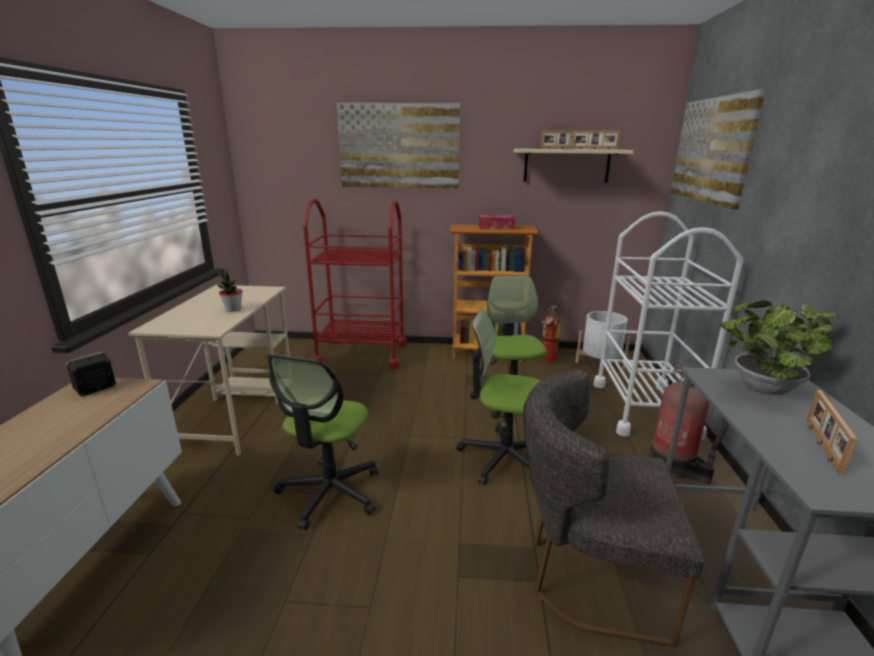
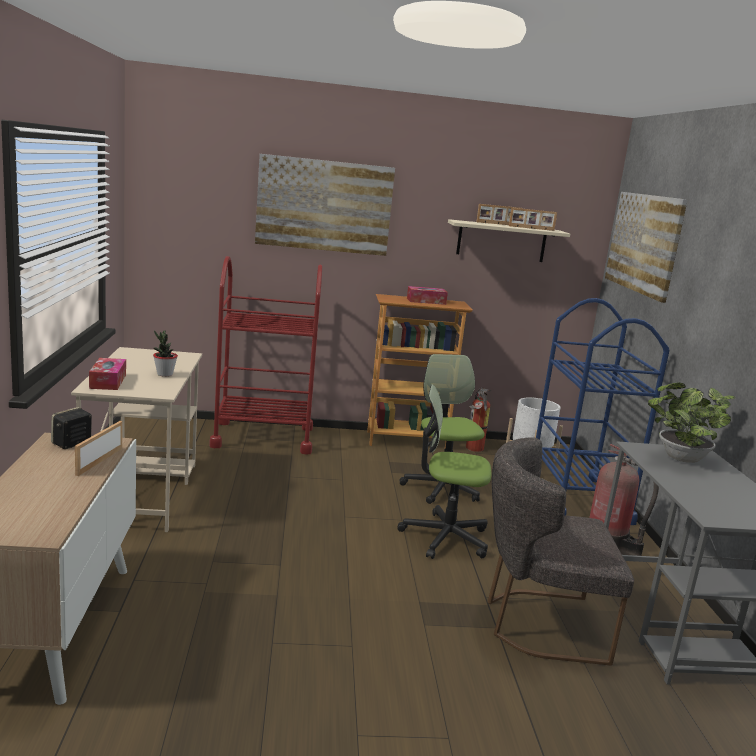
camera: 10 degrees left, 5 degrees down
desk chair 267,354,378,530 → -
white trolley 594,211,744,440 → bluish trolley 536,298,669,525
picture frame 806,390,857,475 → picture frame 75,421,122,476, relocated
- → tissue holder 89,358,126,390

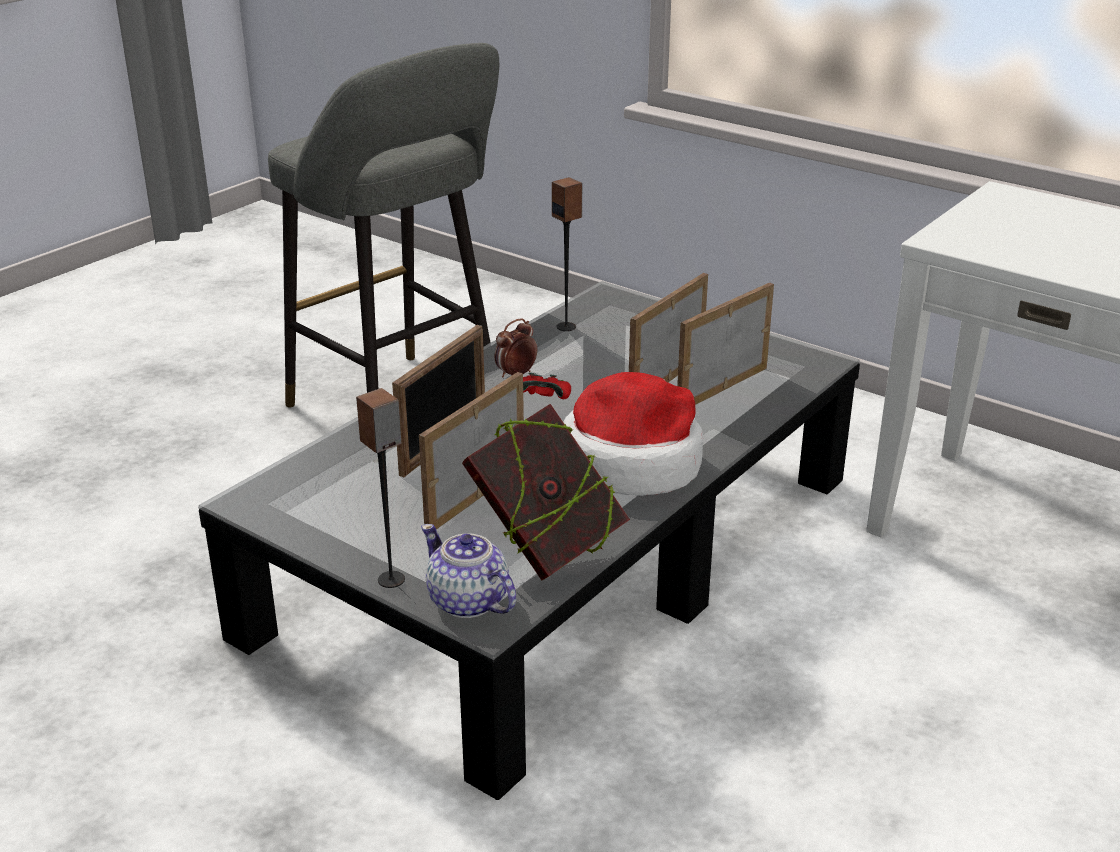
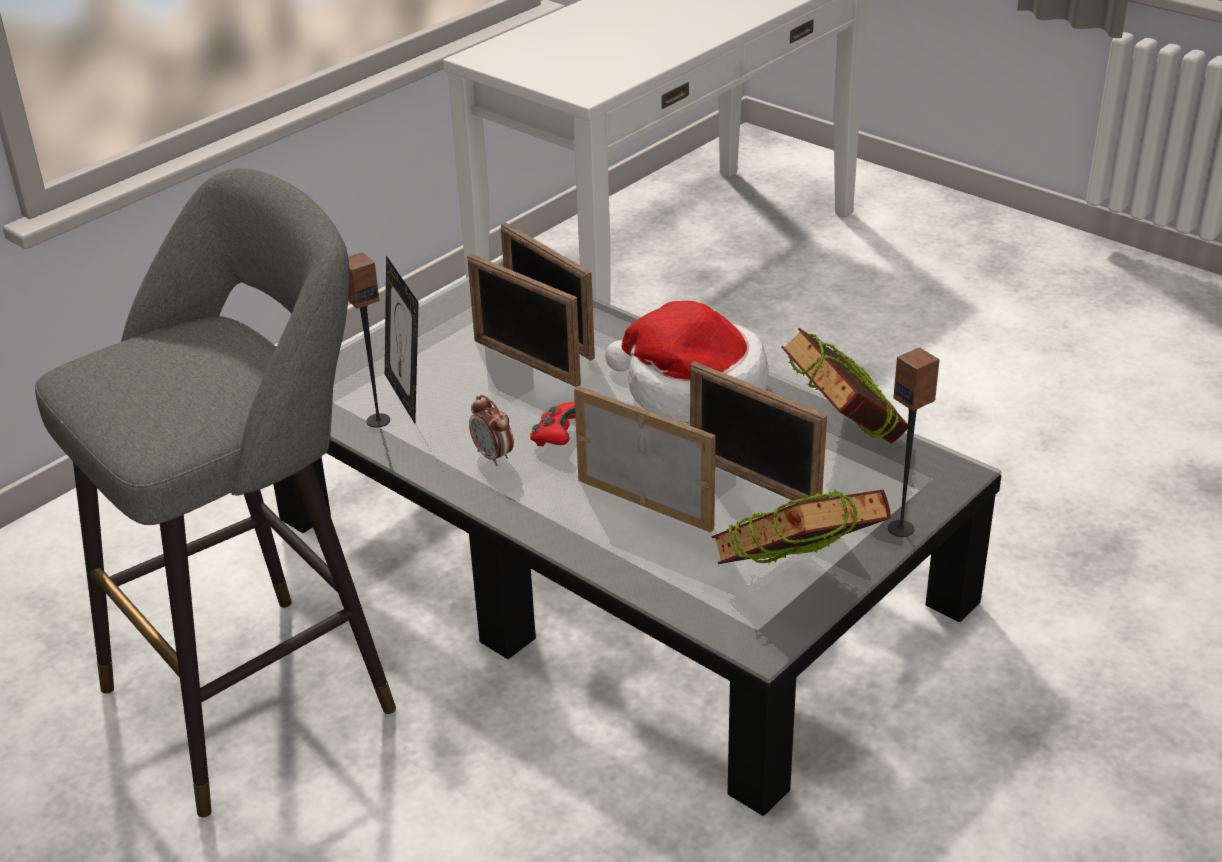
camera: 85 degrees left, 5 degrees up
teapot 421,524,516,618 → -
- → picture frame 385,255,419,424
- → bound book 711,490,891,564

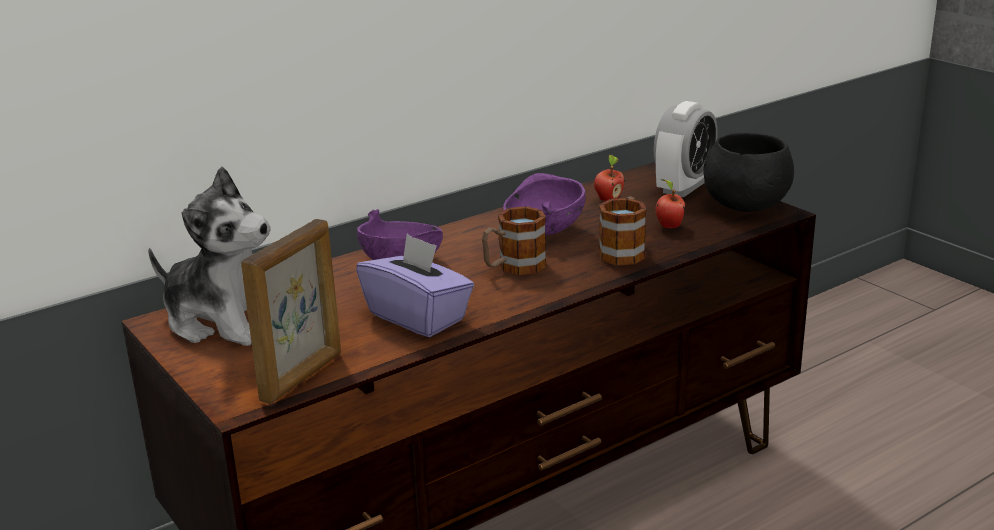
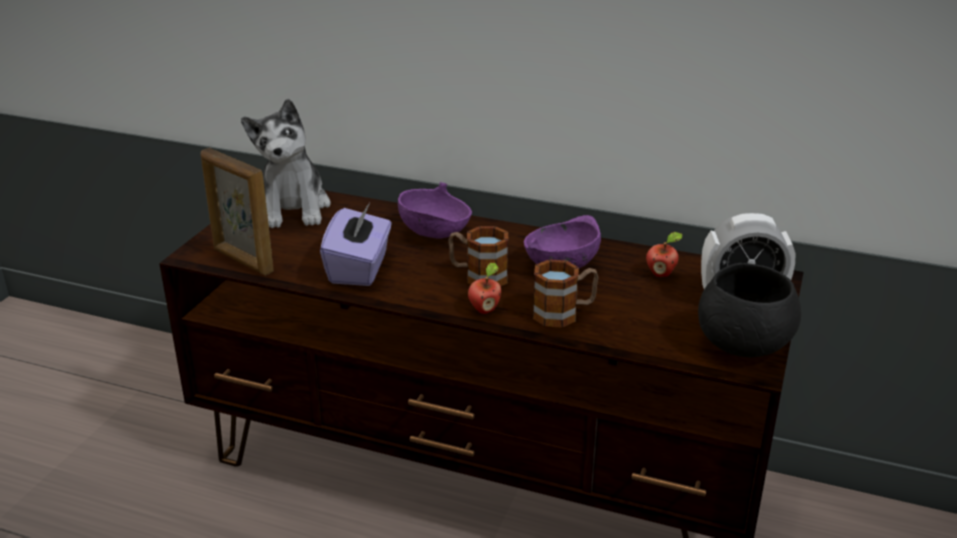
camera: 55 degrees right, 5 degrees up
picture frame 241,219,341,404 → picture frame 201,148,274,276, 45 degrees clockwise
apple fruit 656,179,685,229 → apple fruit 468,263,501,314, relocated

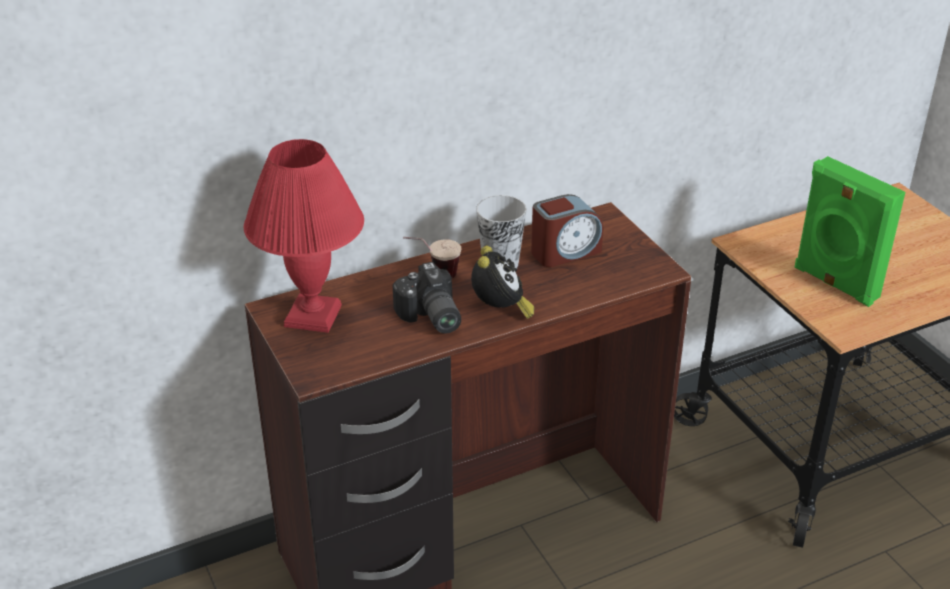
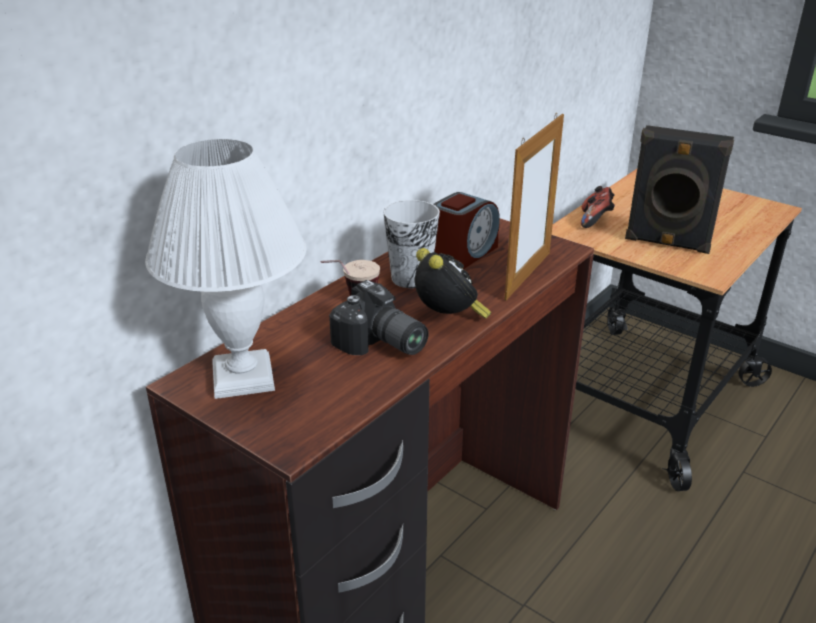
camera: 25 degrees left, 5 degrees down
reddish lamp for a table 244,139,364,333 → white lamp for a table 145,139,306,399
greenish loudspeaker 795,156,905,307 → black loudspeaker 625,125,734,254
- → picture frame 504,114,564,301
- → joypad 581,186,615,228

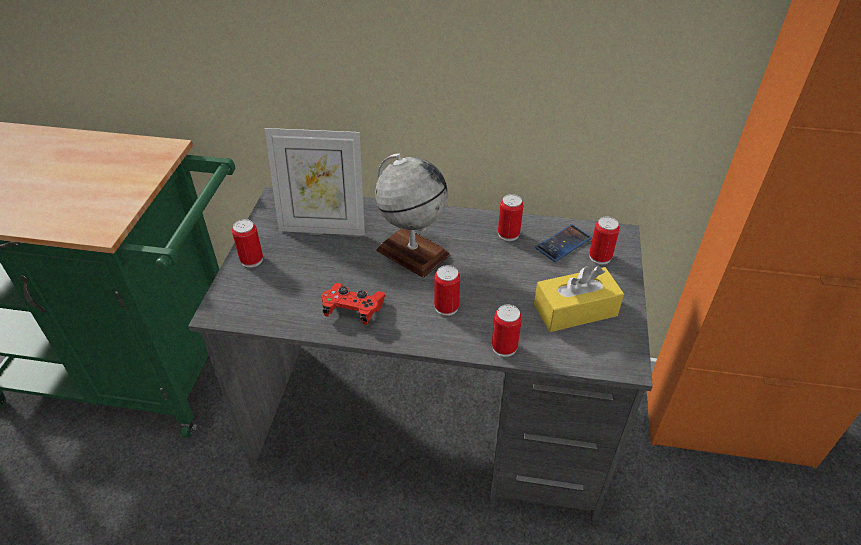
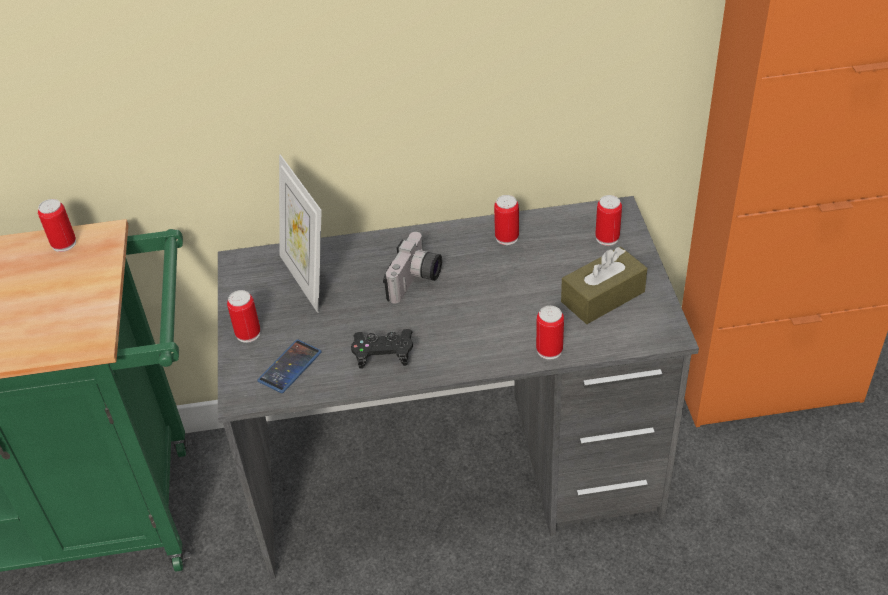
camera: 15 degrees left, 0 degrees up
picture frame 265,128,365,236 → picture frame 279,154,322,313, 75 degrees clockwise
reddish joypad 322,283,386,325 → black joypad 351,329,413,368
world globe 375,153,450,278 → photo camera 383,232,442,304
sealed can 434,265,460,316 → sealed can 38,199,76,252, relocated
yellow-coloured tissue holder 534,266,624,332 → brown-coloured tissue holder 561,247,647,324
phone 535,225,592,262 → phone 257,340,322,393, relocated

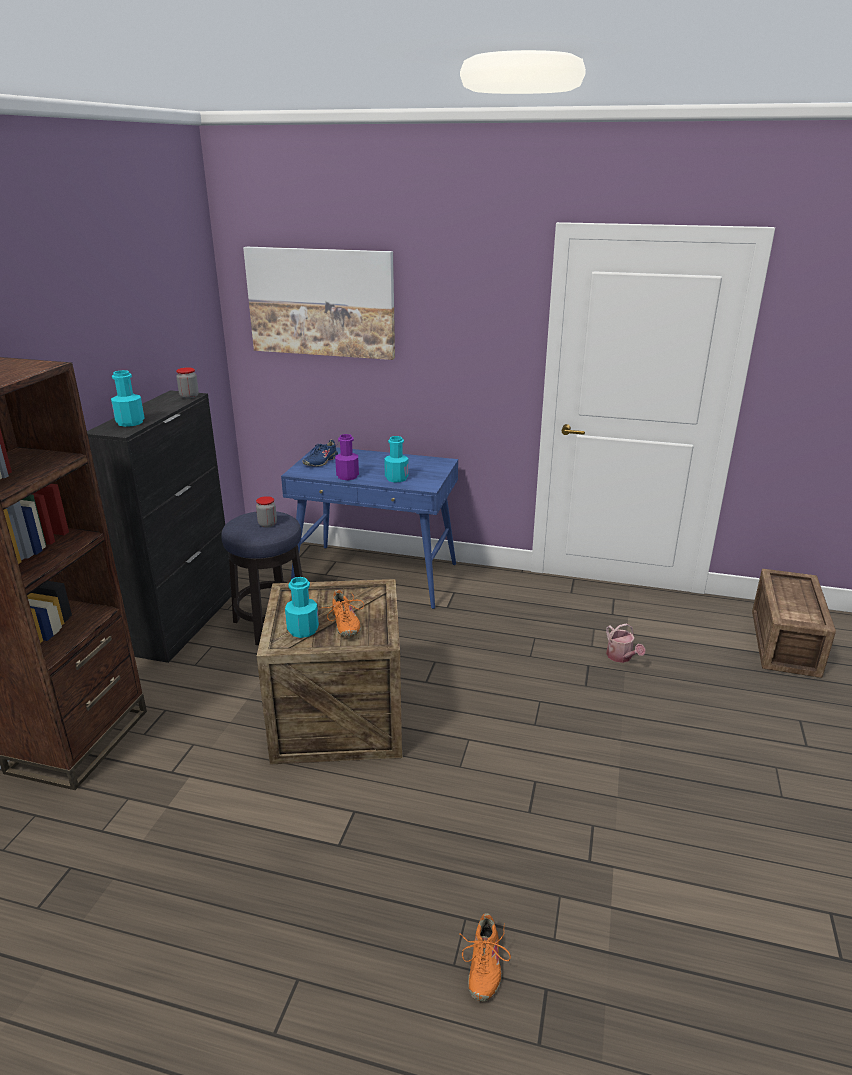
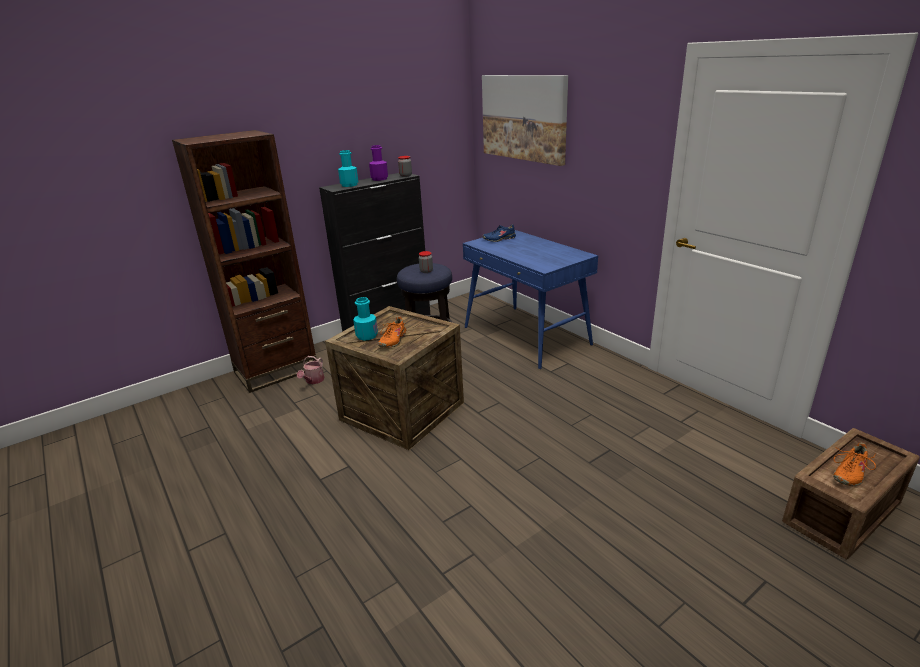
camera: 40 degrees right, 0 degrees up
purplish bottle 335,434,359,480 → purplish bottle 369,145,388,181, relocated
turquoise-coloured bottle 384,436,409,482 → -
orangey low shoe 460,913,511,1001 → orangey low shoe 833,443,876,486, relocated
watering pot 606,623,645,663 → watering pot 297,356,324,384, relocated

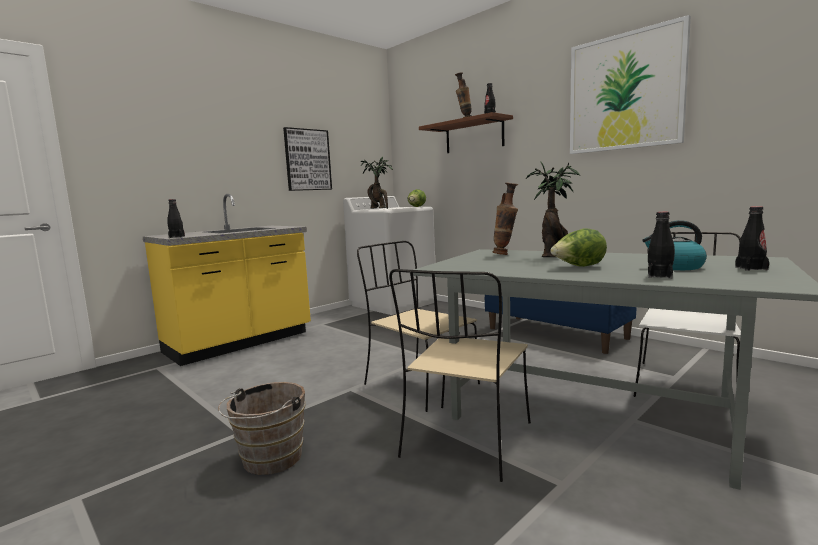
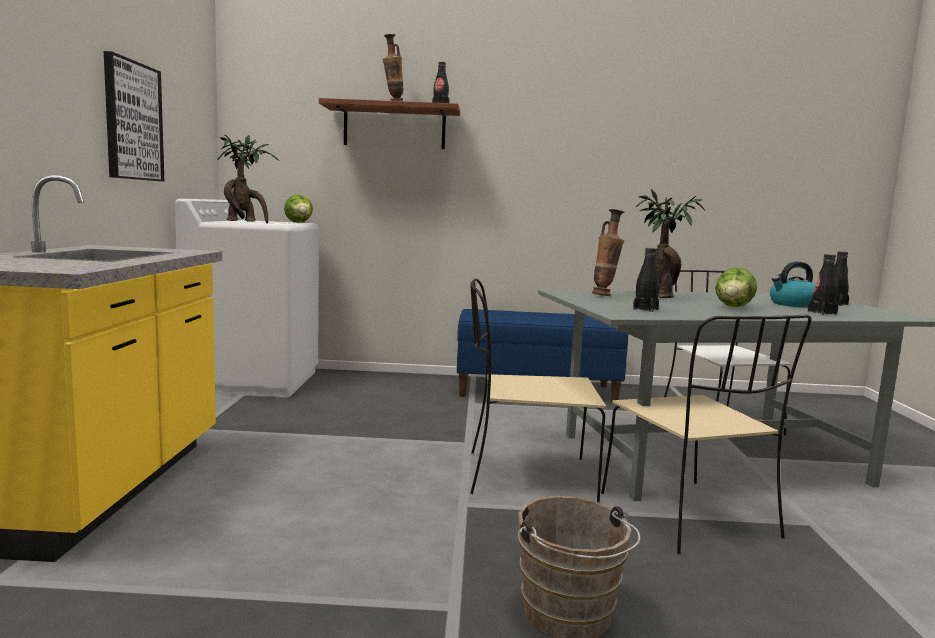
camera: 45 degrees left, 0 degrees up
black bottle 167,199,185,238 → black bottle 633,248,659,312, relocated
wall picture 570,15,691,154 → -

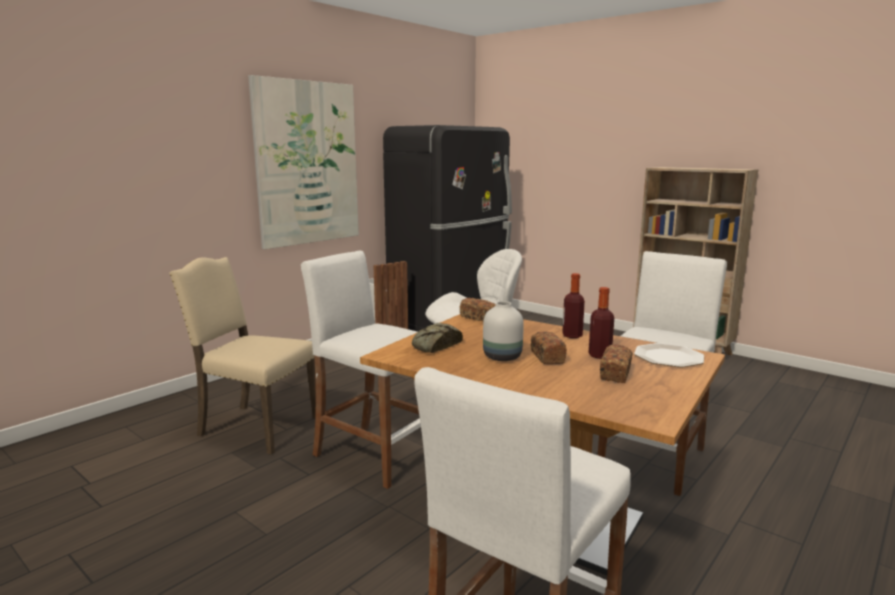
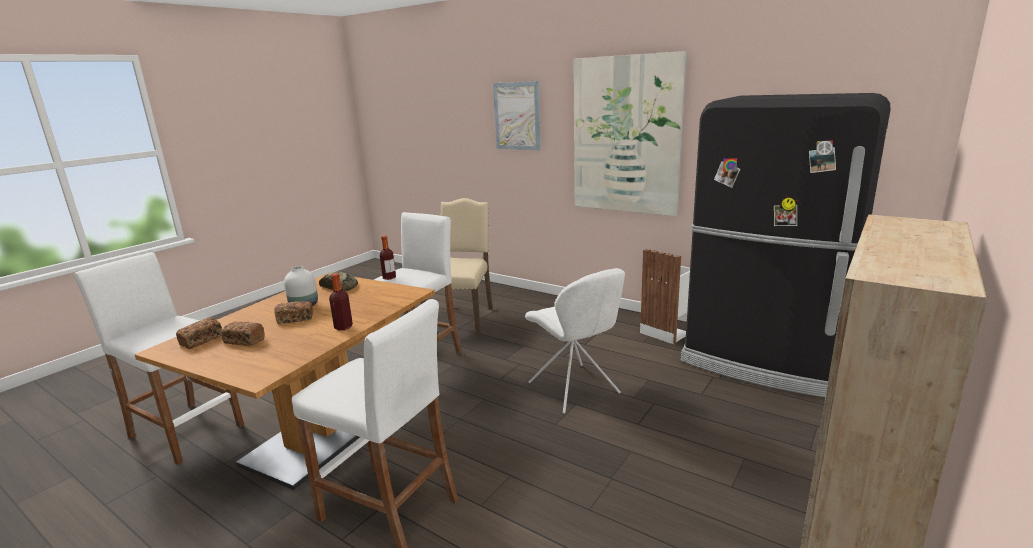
camera: 85 degrees right, 5 degrees up
bakery bread 460,298,496,321 → bakery bread 176,317,222,349, relocated
bottle 589,287,614,359 → bottle 380,236,396,280, relocated
dinner plate 634,343,704,367 → -
- → wall picture 493,81,541,150

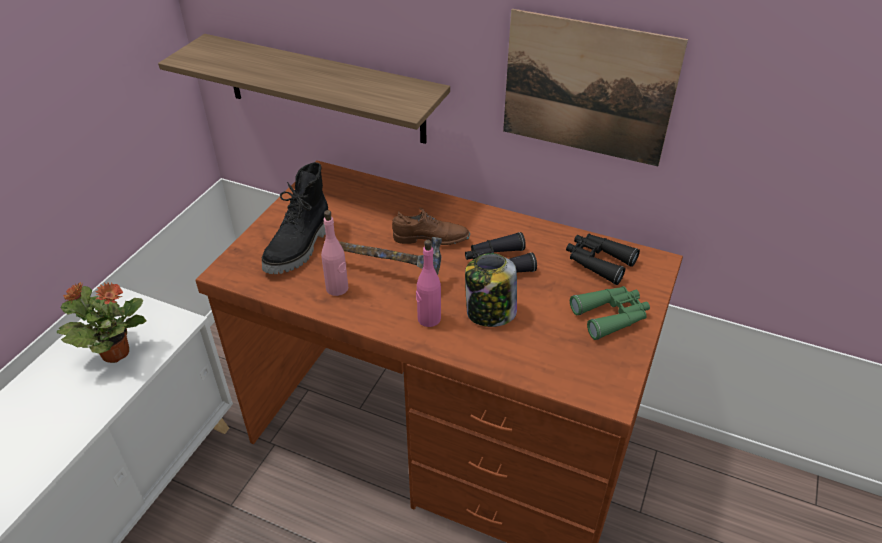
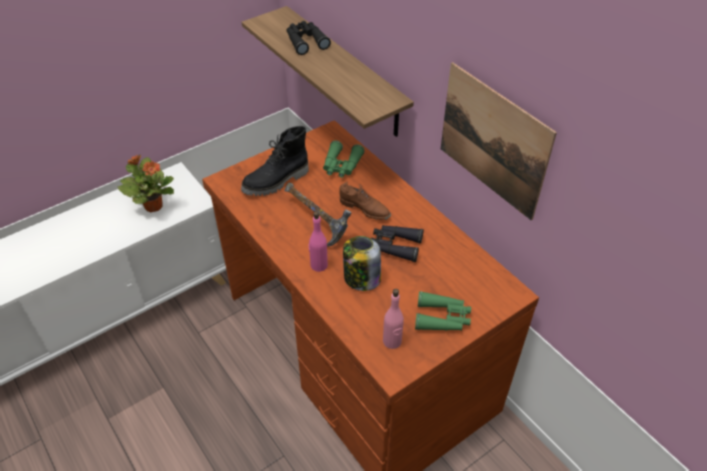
camera: 30 degrees right, 5 degrees up
pink bottle 321,210,348,296 → pink bottle 383,289,404,349, relocated
black binoculars 566,234,640,285 → black binoculars 286,21,331,55, relocated
- → greenish binoculars 323,140,365,178

